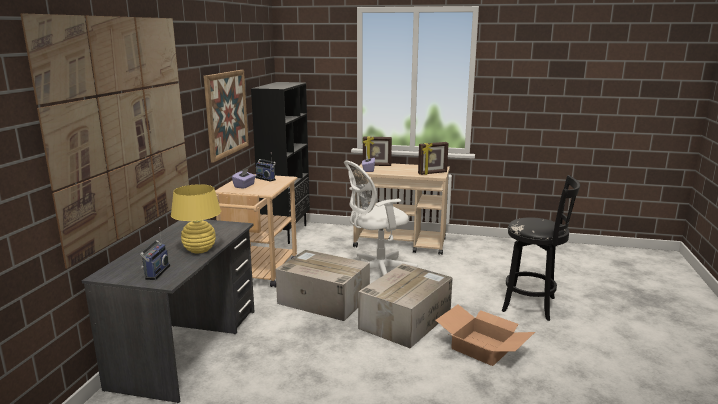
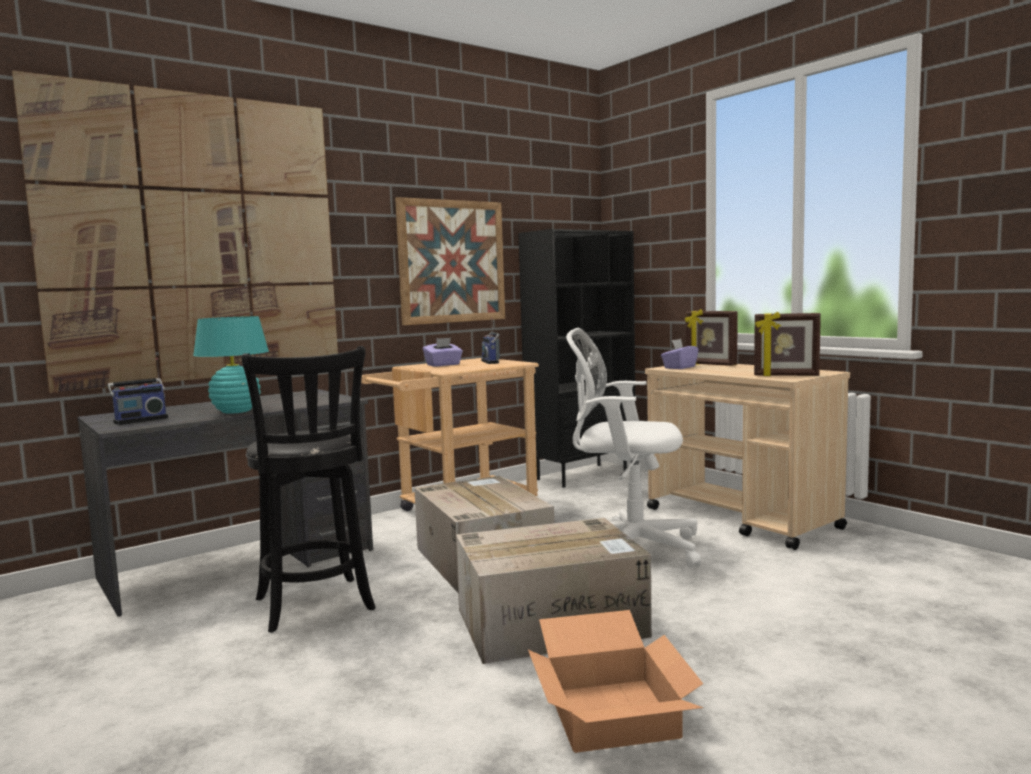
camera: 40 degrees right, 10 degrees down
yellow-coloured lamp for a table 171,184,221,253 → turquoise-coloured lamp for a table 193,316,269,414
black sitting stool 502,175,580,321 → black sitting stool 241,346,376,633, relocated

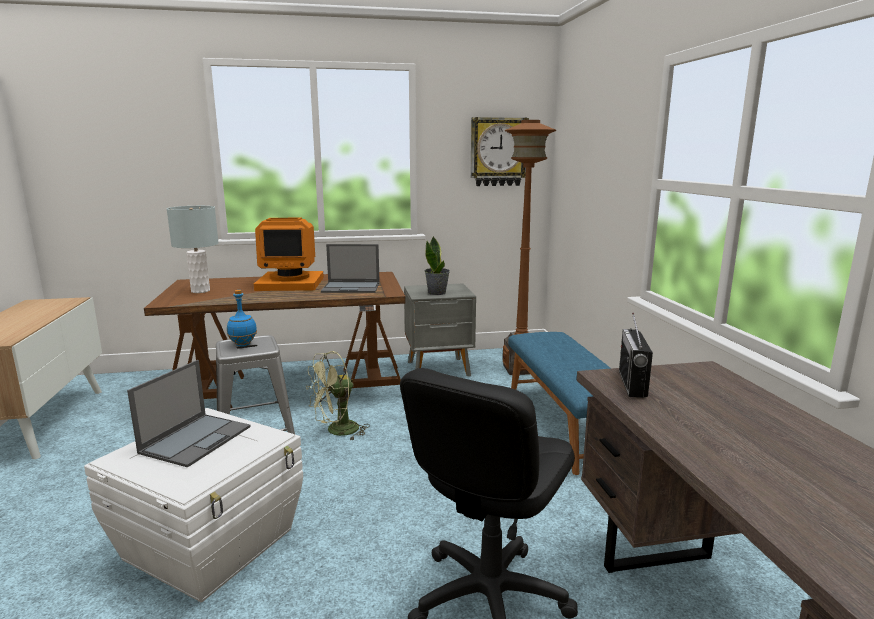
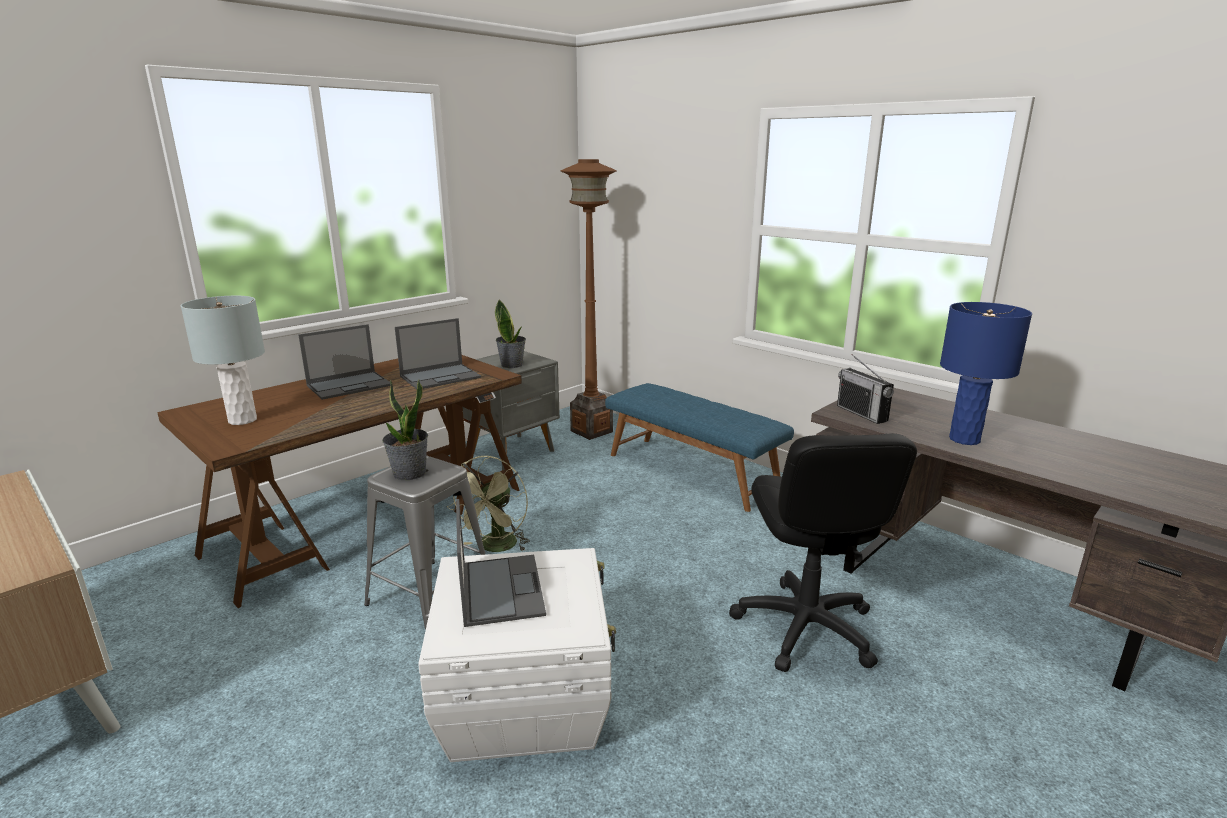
camera: 35 degrees left, 5 degrees up
bluish bottle 227,290,257,347 → plant in a pot 382,380,428,480
monitor 254,218,324,291 → laptop 298,324,391,400
wall clock 470,117,529,186 → -
- → bluish lamp for a table 940,302,1032,445

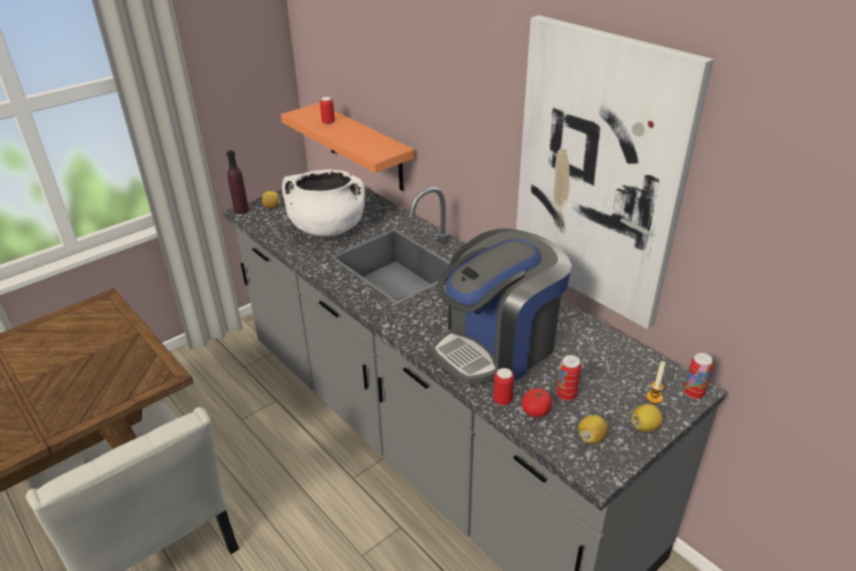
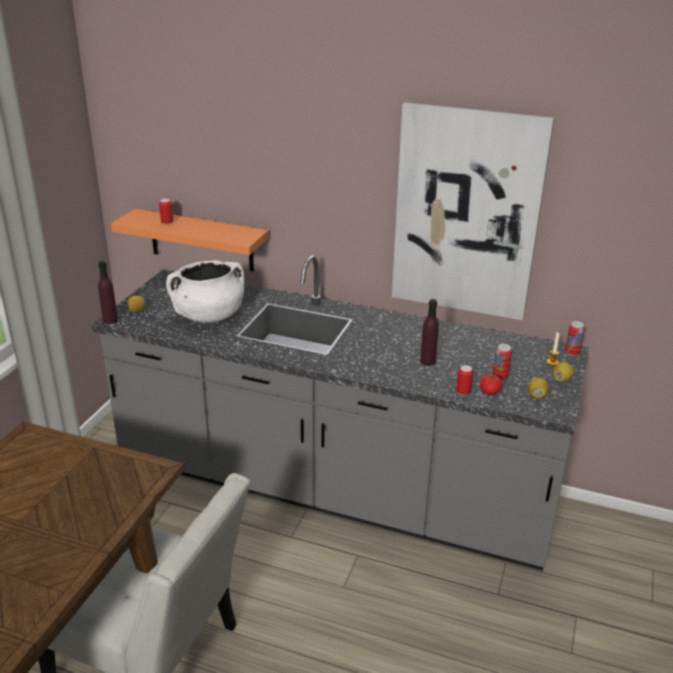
camera: 30 degrees left, 5 degrees down
coffee brewer 431,228,572,384 → purplish bottle 420,299,439,366

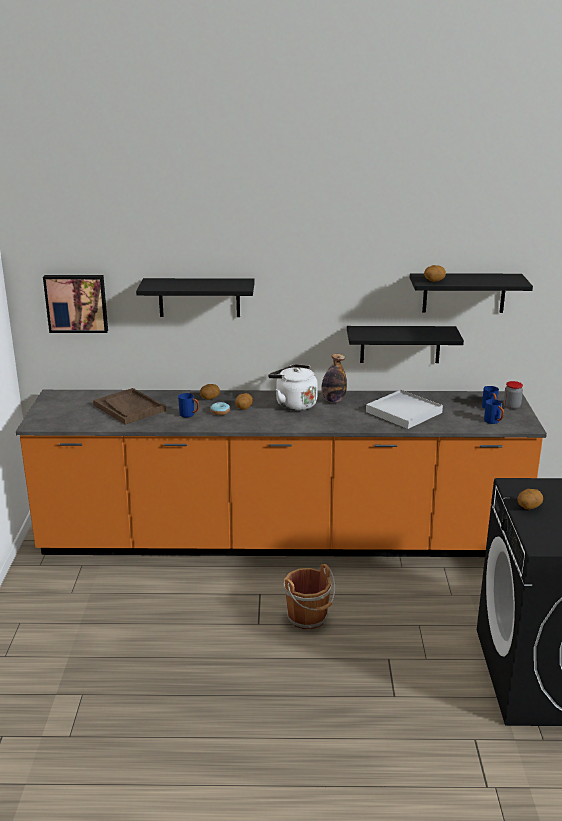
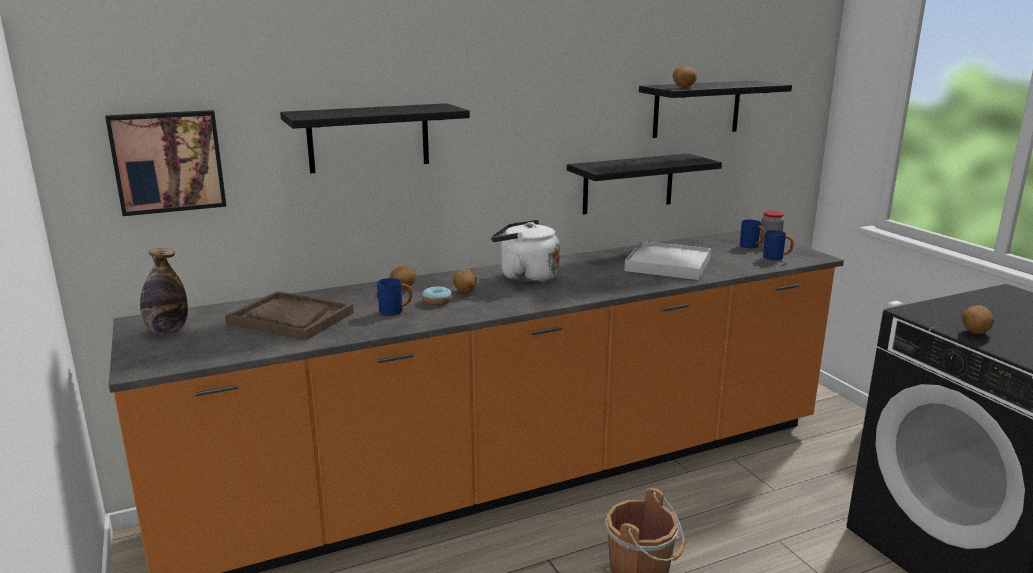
camera: 25 degrees left, 5 degrees down
bottle 321,354,347,403 → bottle 140,248,188,334, relocated

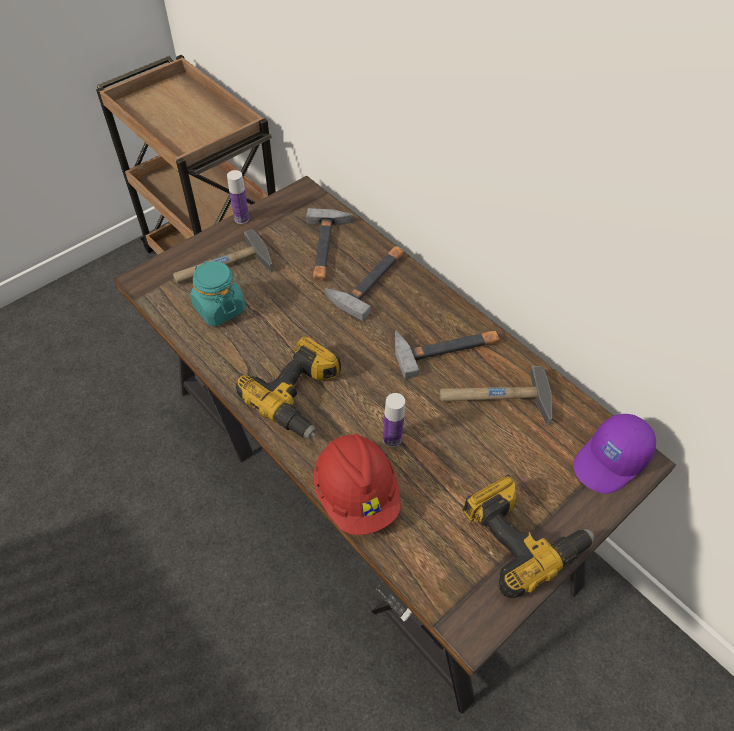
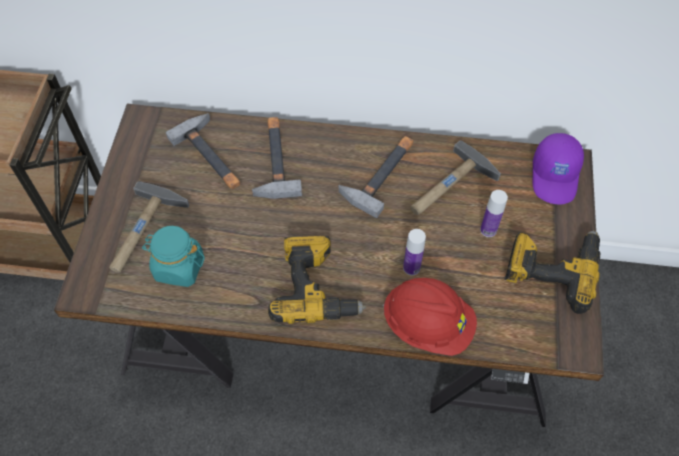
camera: 40 degrees left, 5 degrees up
bottle 227,170,249,224 → bottle 480,190,508,237, relocated

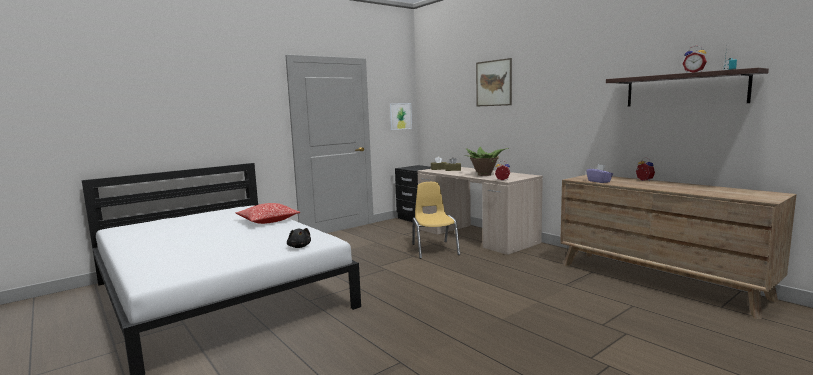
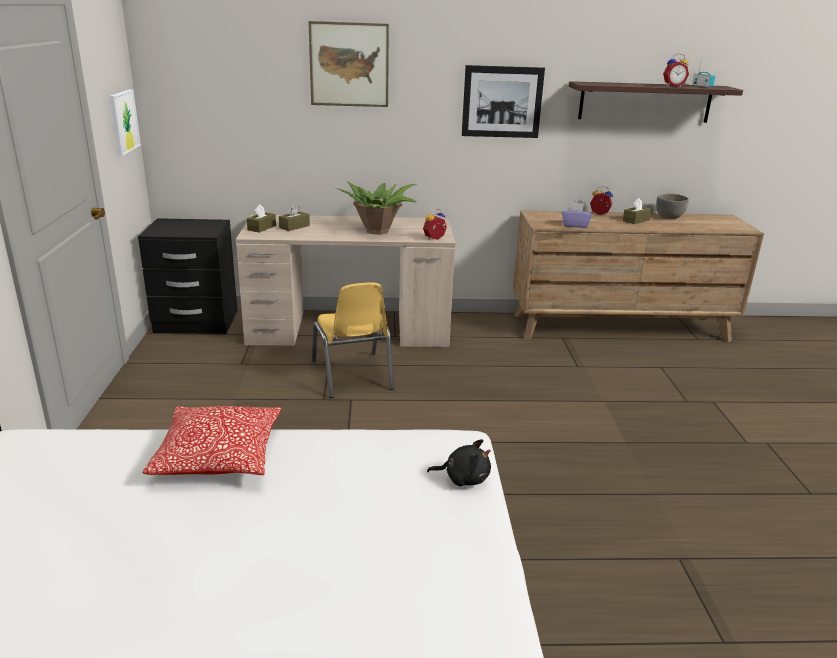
camera: 55 degrees left, 15 degrees up
yellow-coloured chair 412,182,460,259 → yellow-coloured chair 312,283,394,398, 135 degrees counterclockwise
- → wall picture 462,65,545,138
- → brown-coloured tissue holder 623,198,652,224
- → grey bowl 656,194,689,219

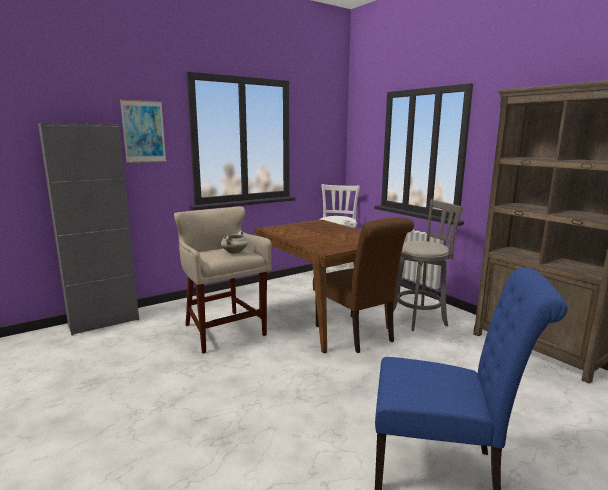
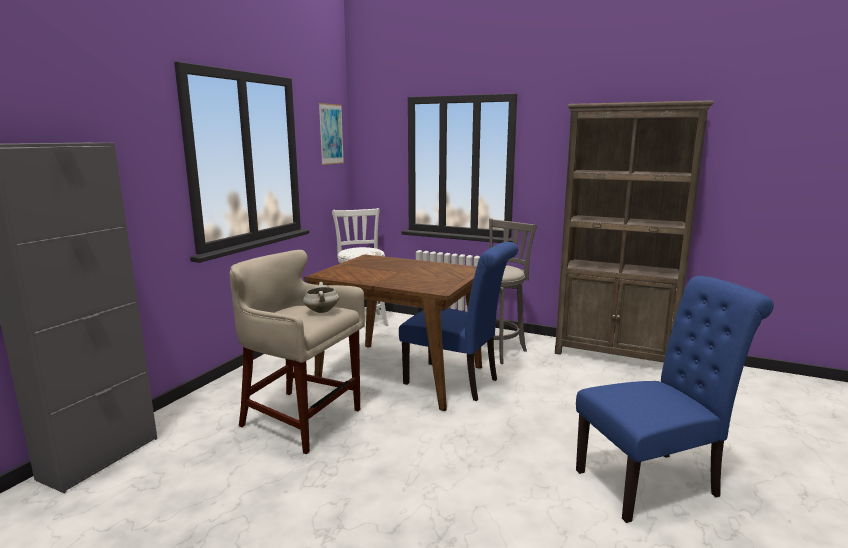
camera: 30 degrees left, 0 degrees up
wall picture 120,99,166,163 → wall picture 318,103,344,165, relocated
brown-coloured chair 313,217,414,353 → bluish chair 399,242,518,401

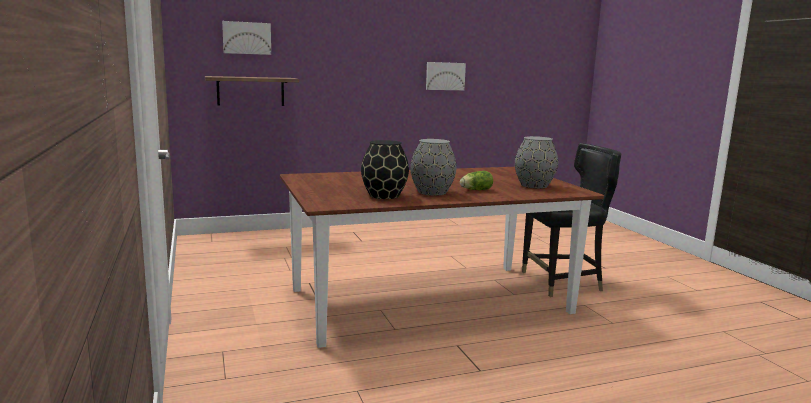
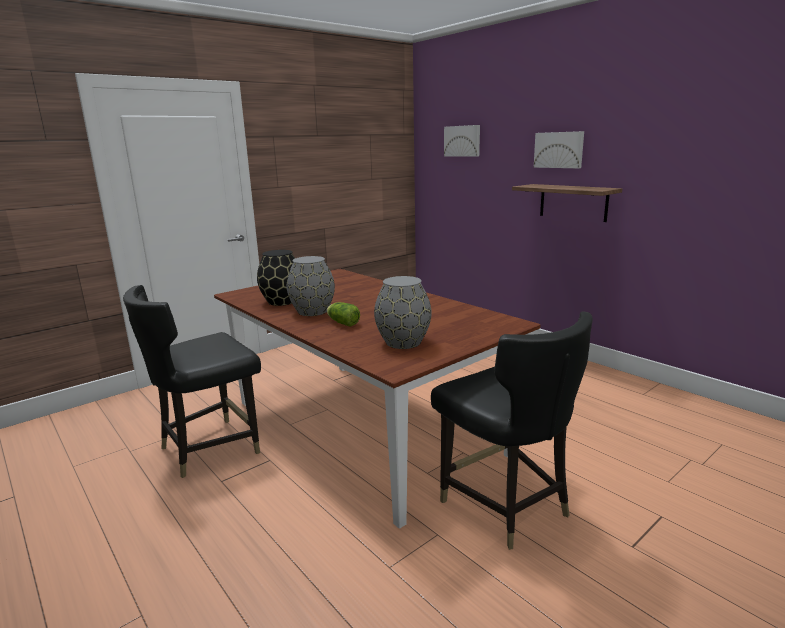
camera: 70 degrees right, 5 degrees up
bracket shelf 205,76,299,106 → bracket shelf 512,184,622,222, relocated
wall picture 426,62,466,90 → wall picture 534,131,584,168, relocated
- → black chair 123,285,261,478

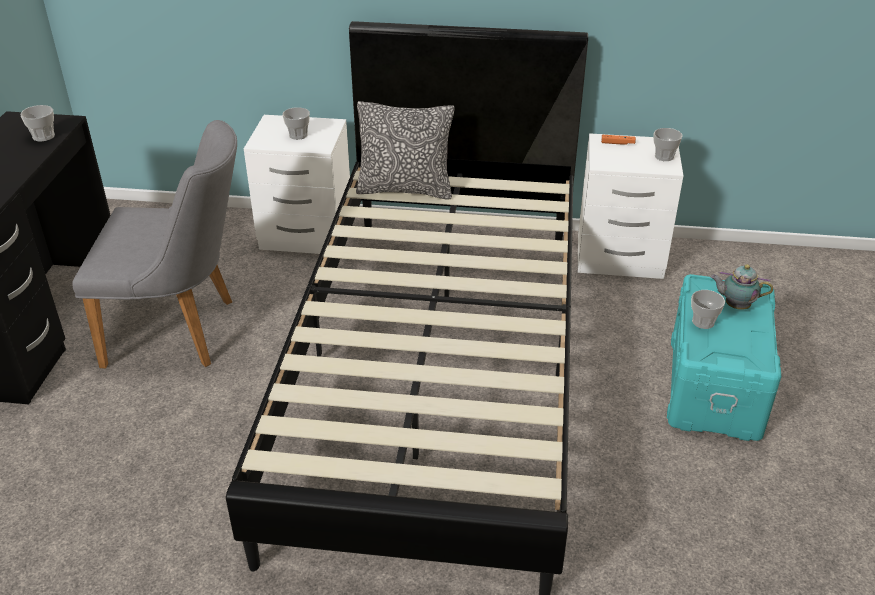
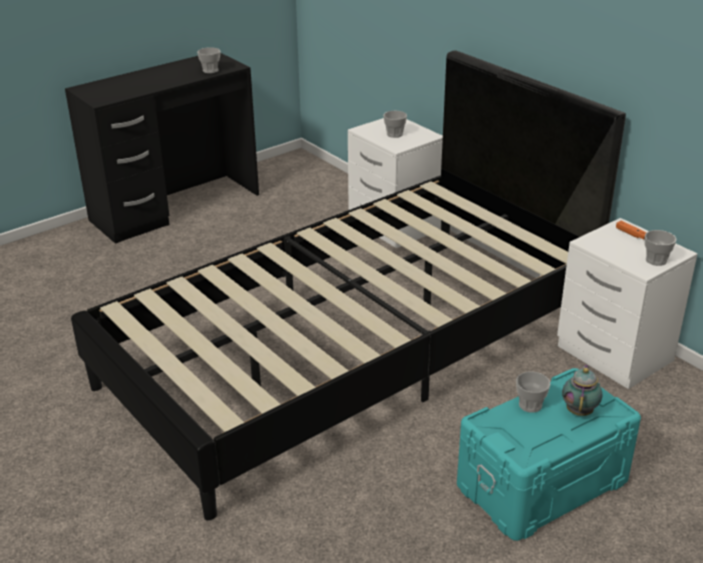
camera: 45 degrees right, 5 degrees down
grey chair 72,120,237,368 → -
cushion 356,101,455,200 → -
teapot 711,264,773,310 → teapot 562,364,602,416, 45 degrees clockwise

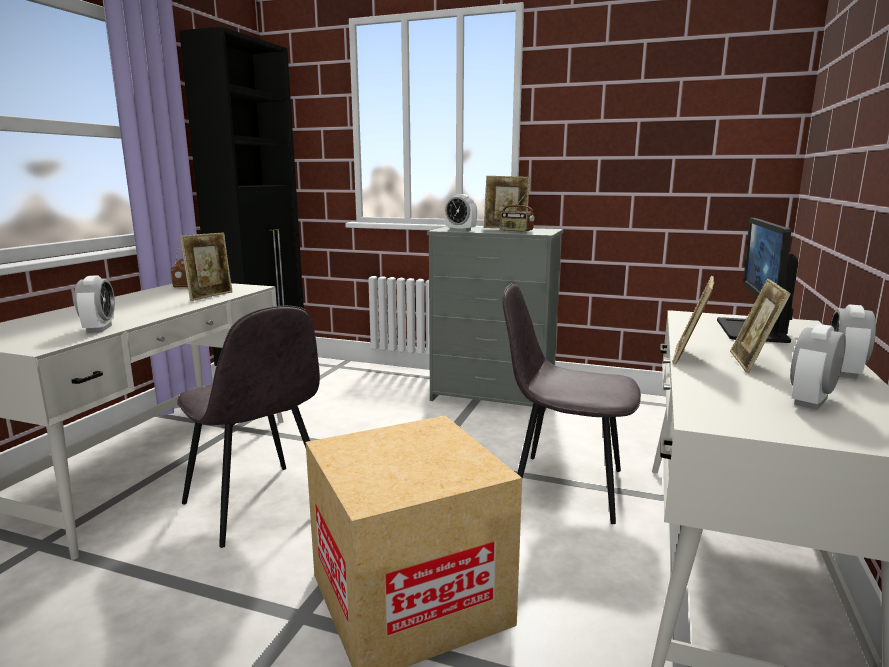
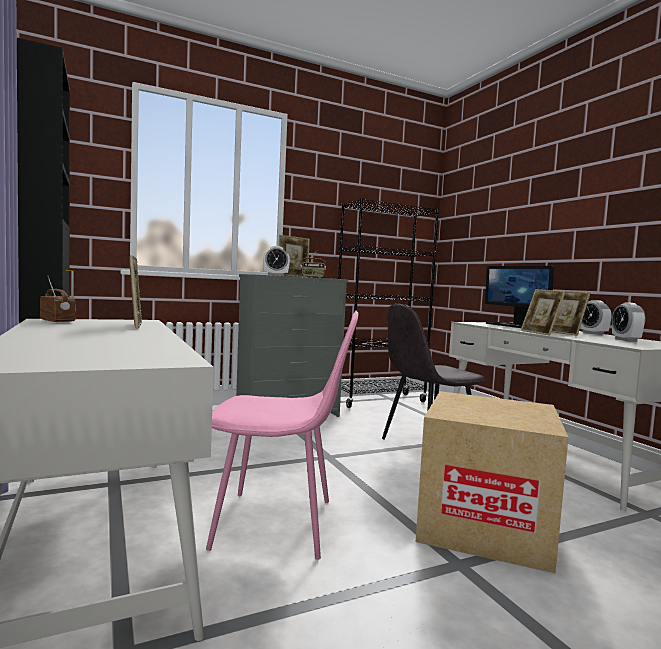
camera: 45 degrees left, 10 degrees down
table clock 74,275,115,333 → -
grey chair 177,306,320,548 → pink chair 206,311,358,560
- → black bookshelf 338,198,439,408

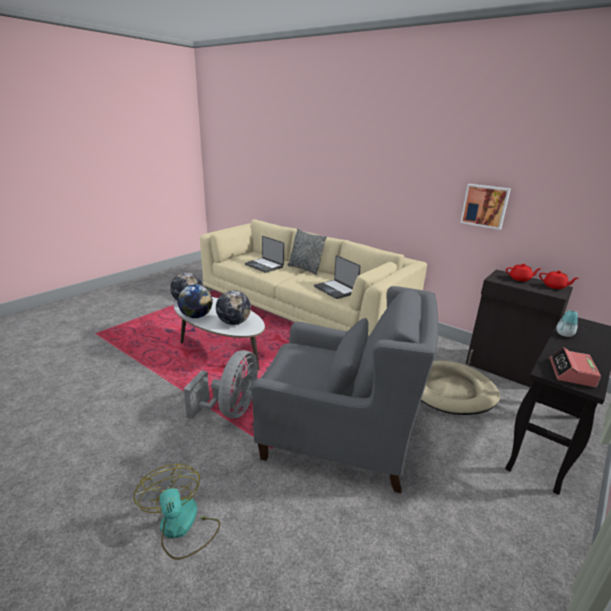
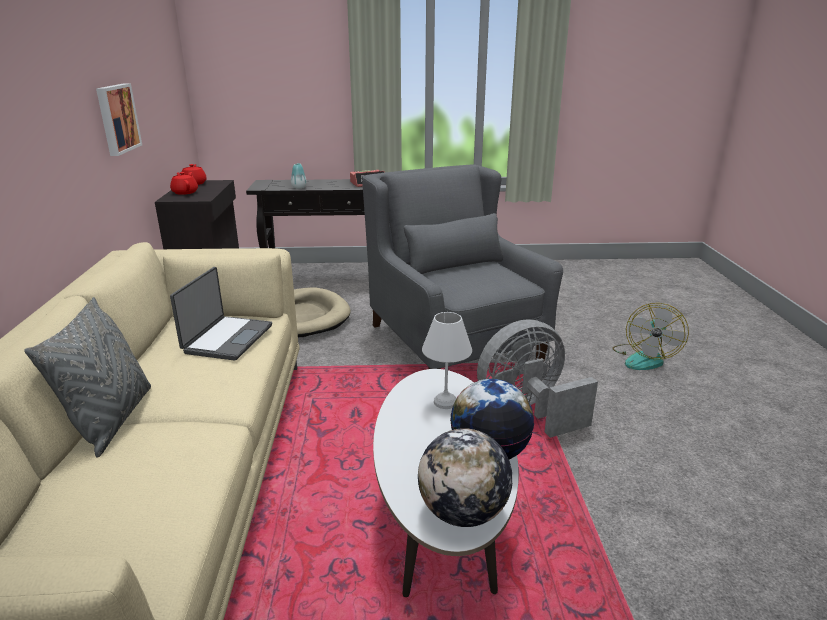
camera: 130 degrees left, 0 degrees up
world globe 216,290,251,325 → white lamp for a table 422,312,472,409
laptop 245,236,284,273 → -

